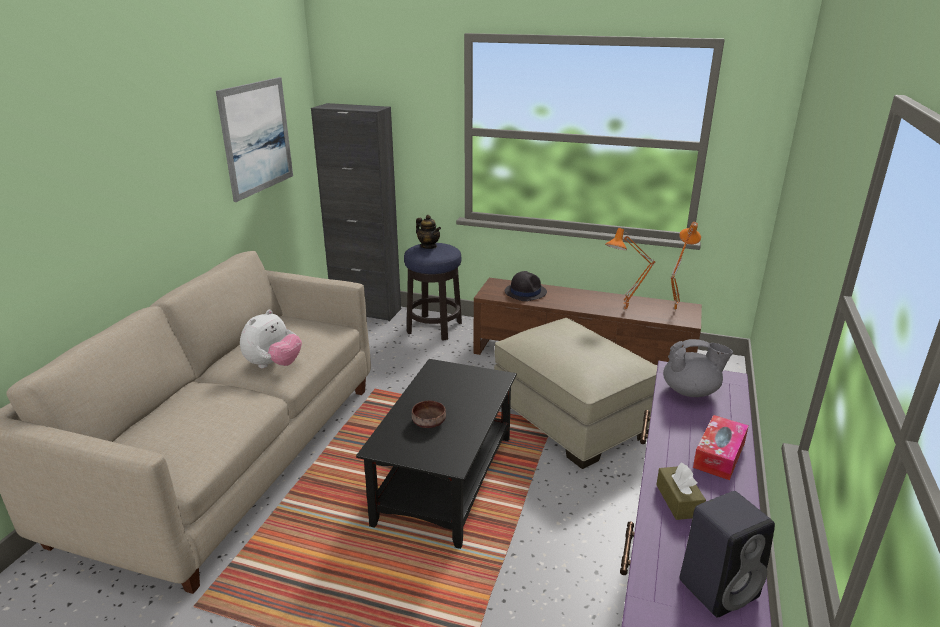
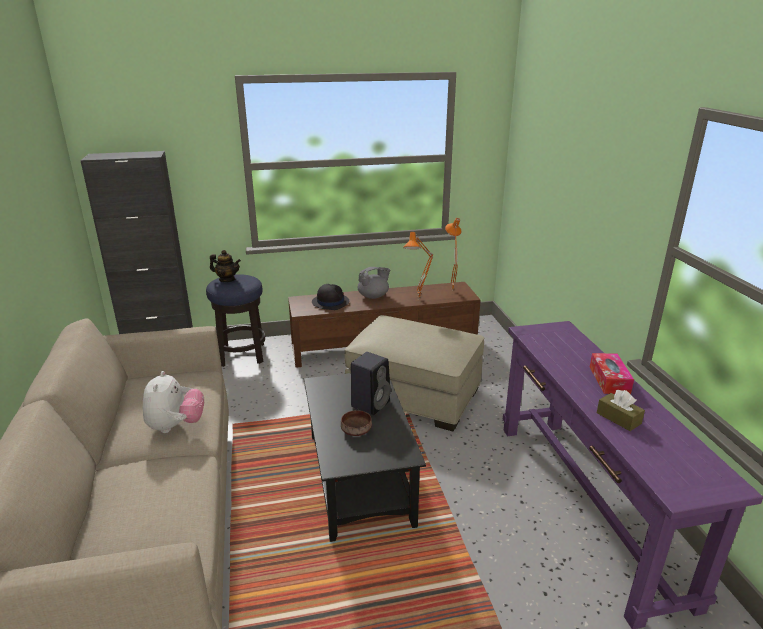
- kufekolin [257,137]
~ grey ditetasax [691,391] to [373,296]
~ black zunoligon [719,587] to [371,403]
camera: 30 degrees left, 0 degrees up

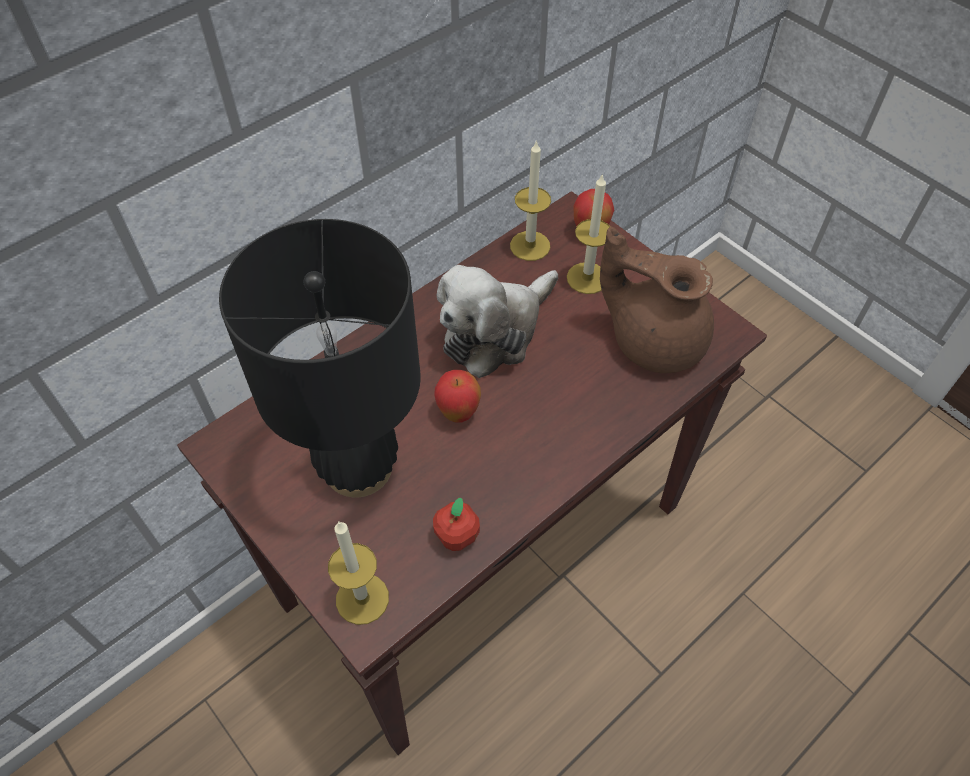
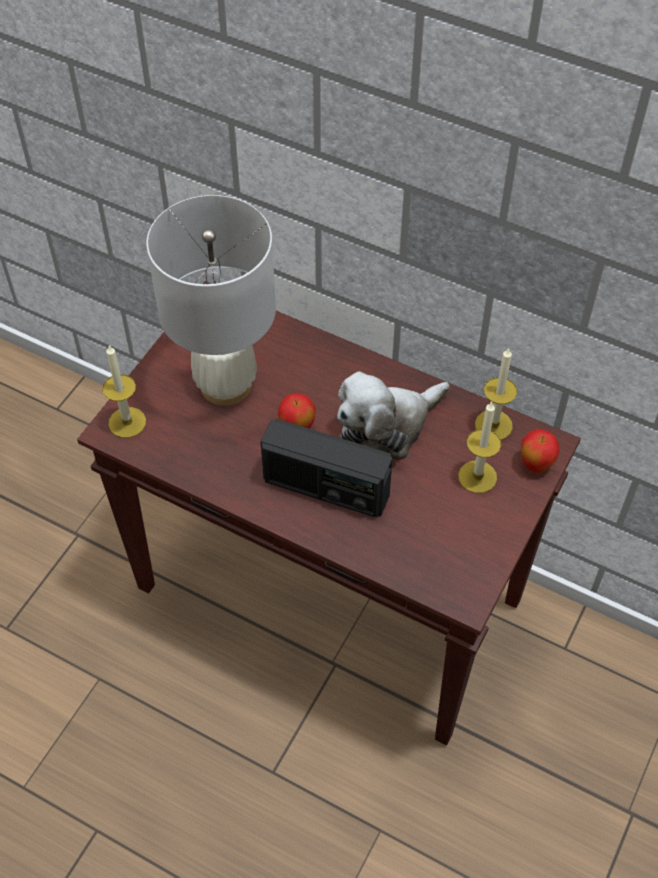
~ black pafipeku [357,467] to white pafipeku [226,384]
- brown ditetasax [654,339]
~ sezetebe [495,331] = [387,428] 60 degrees counterclockwise
- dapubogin [457,536]
+ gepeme [326,488]
camera: 70 degrees right, 0 degrees up

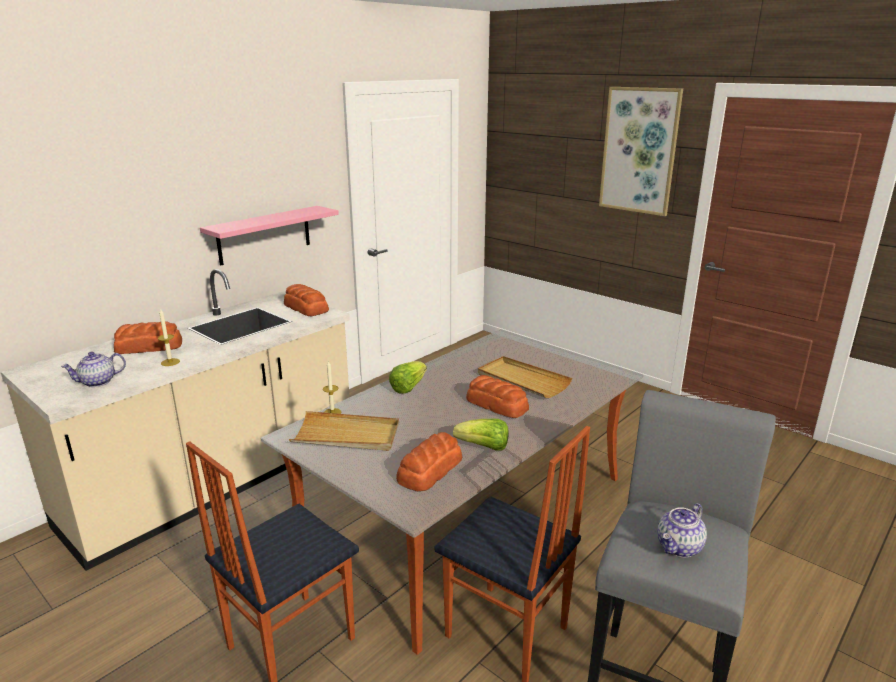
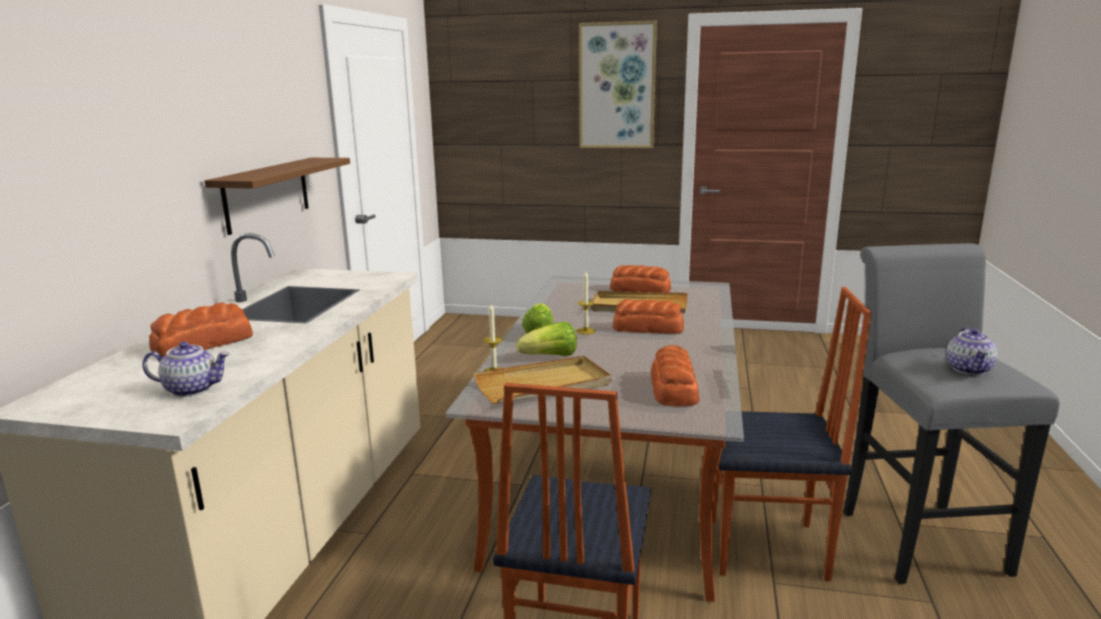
~ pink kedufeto [264,235] to brown kedufeto [267,194]
~ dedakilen [306,307] to [639,289]
~ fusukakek [170,362] to [585,331]
~ ditetasax [97,382] = [192,389] 120 degrees counterclockwise
~ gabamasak [484,447] to [550,357]
camera: 30 degrees left, 5 degrees down

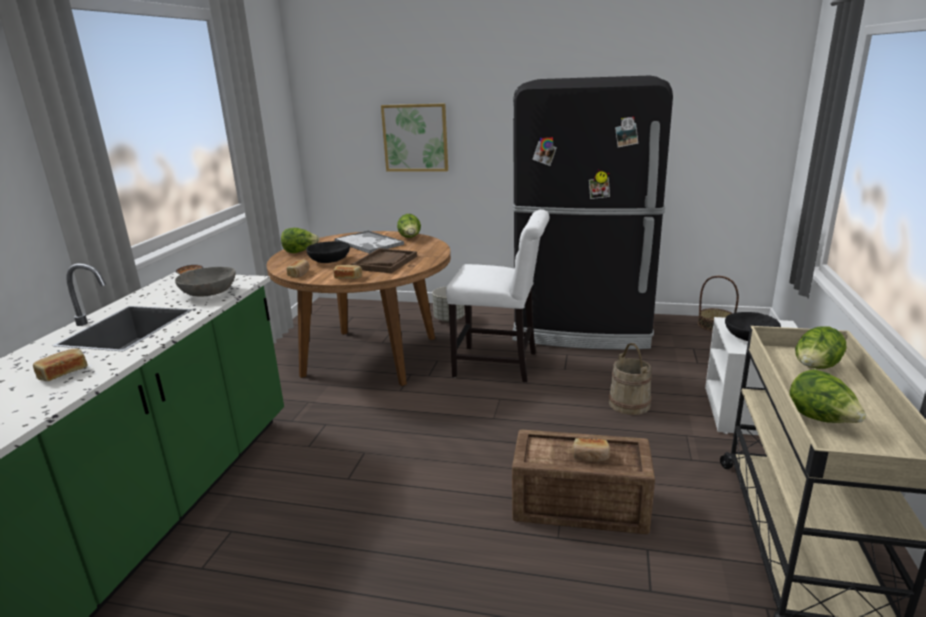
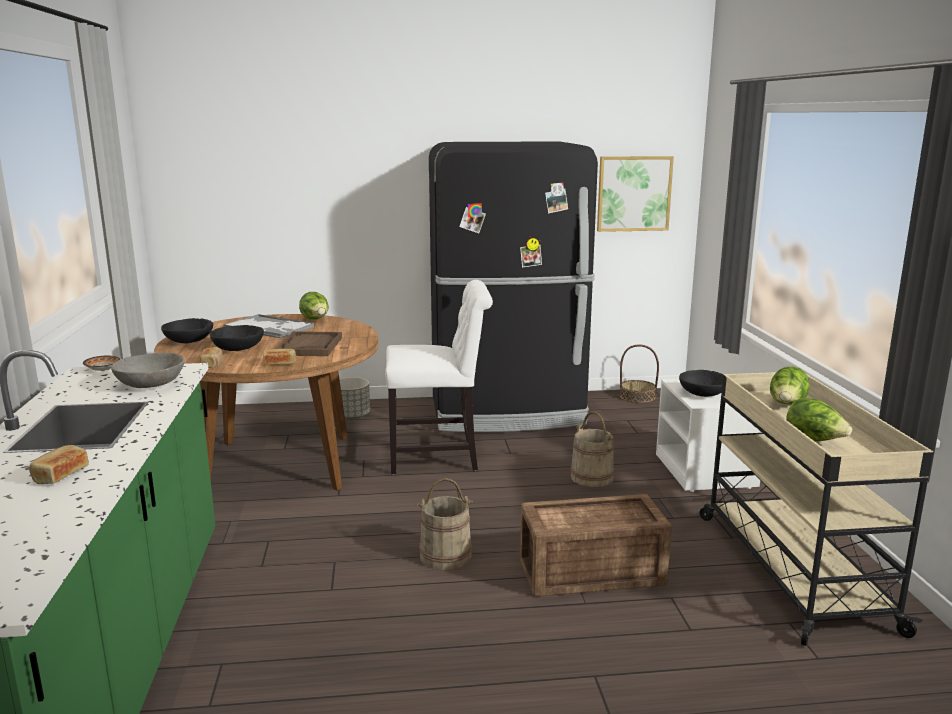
~ kufekolin [415,138] to [634,193]
~ gabamasak [300,252] to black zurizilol [188,341]
- dedakilen [590,456]
+ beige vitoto [445,555]
camera: 20 degrees left, 5 degrees down

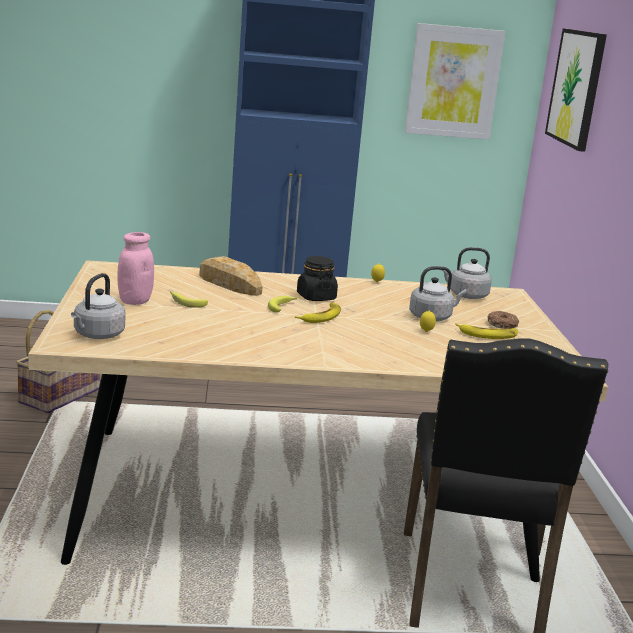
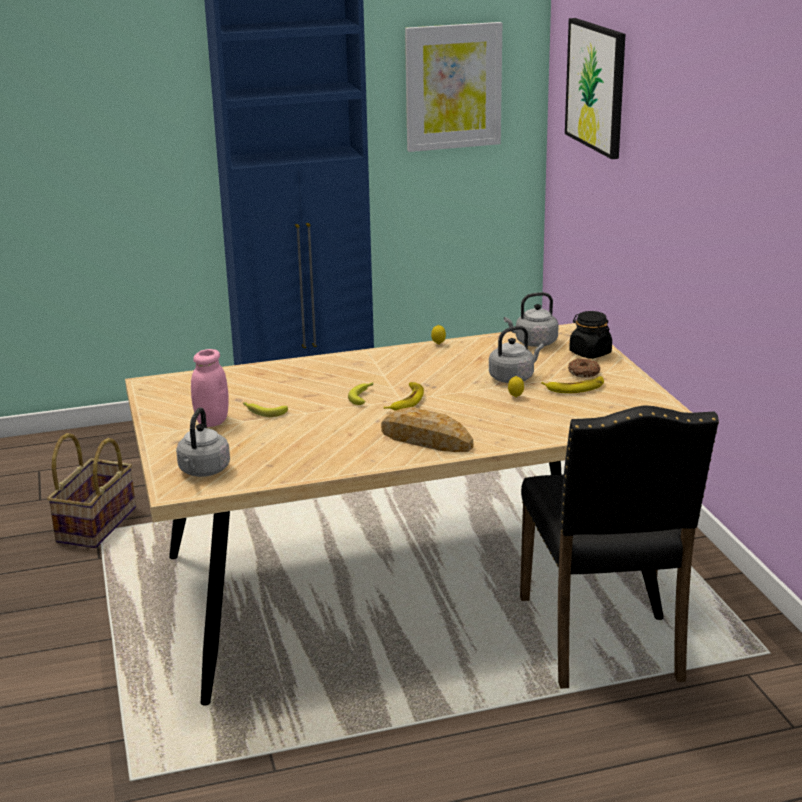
~ dedakilen [229,284] to [426,439]
~ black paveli [316,297] to [590,353]
camera: 10 degrees left, 5 degrees up

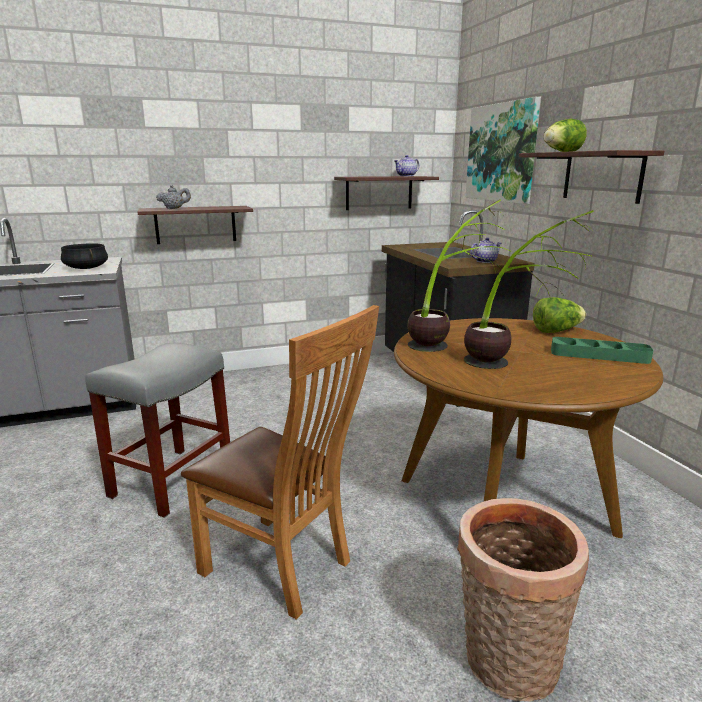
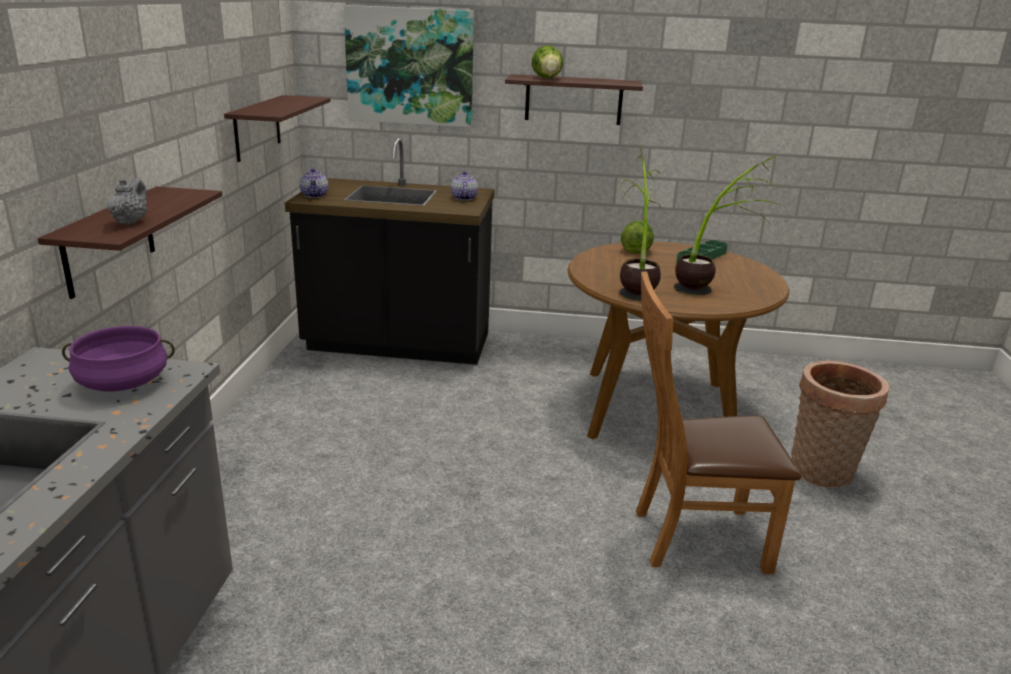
~ ditetasax [406,176] to [315,195]
~ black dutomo [87,268] to purple dutomo [123,382]
~ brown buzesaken [284,568] = [691,538] 150 degrees counterclockwise
- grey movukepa [172,480]
camera: 65 degrees left, 5 degrees up

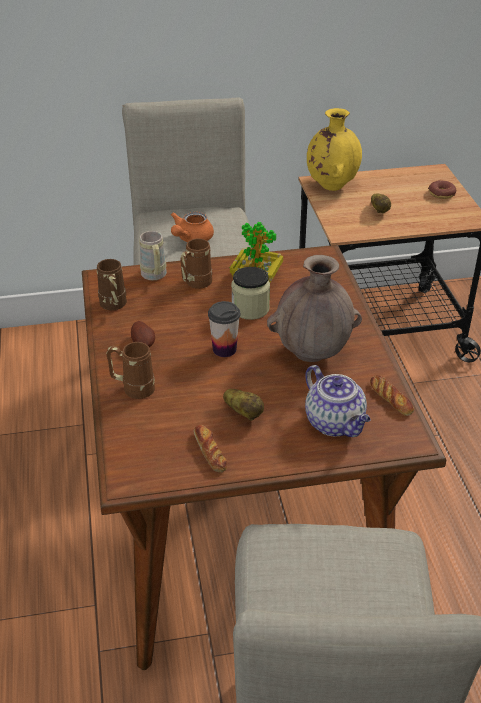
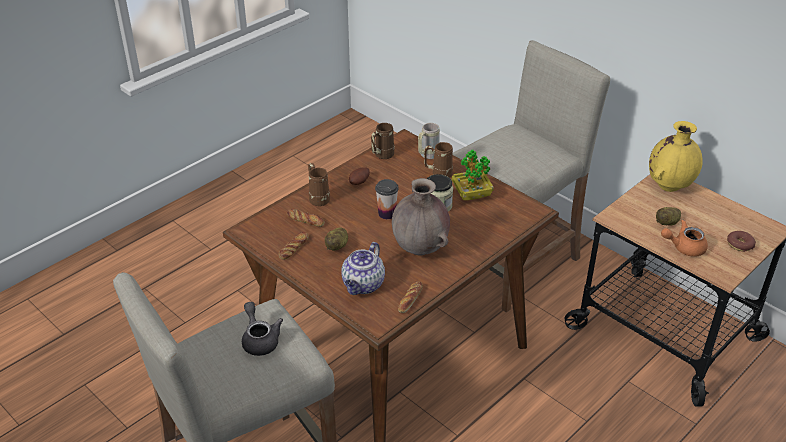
~ orange ditetasax [191,239] to [684,247]
+ dedakilen [305,220]
+ grey ditetasax [260,339]
camera: 55 degrees right, 0 degrees up

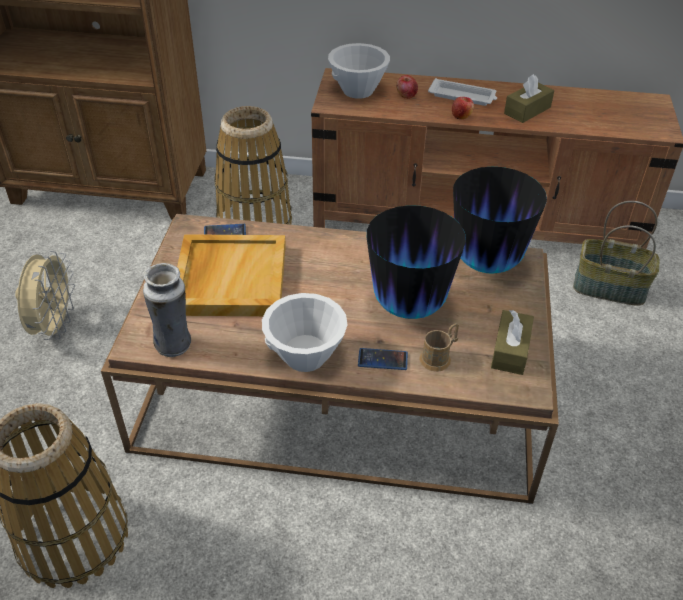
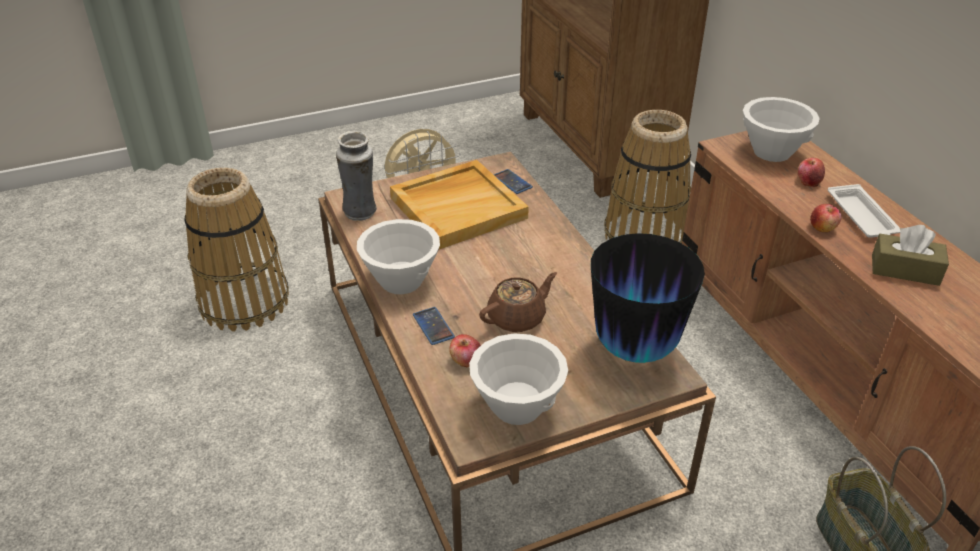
~ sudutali [409,306] to brown ditetasax [517,318]
~ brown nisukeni [510,350] to white zurizilol [517,407]
~ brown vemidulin [439,357] to dapubogin [465,360]
camera: 60 degrees right, 5 degrees down

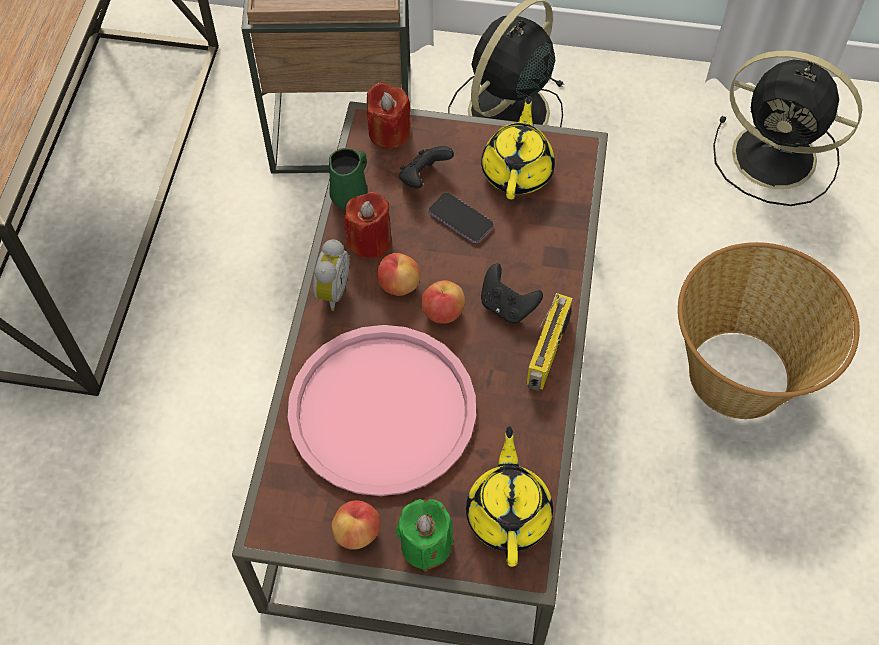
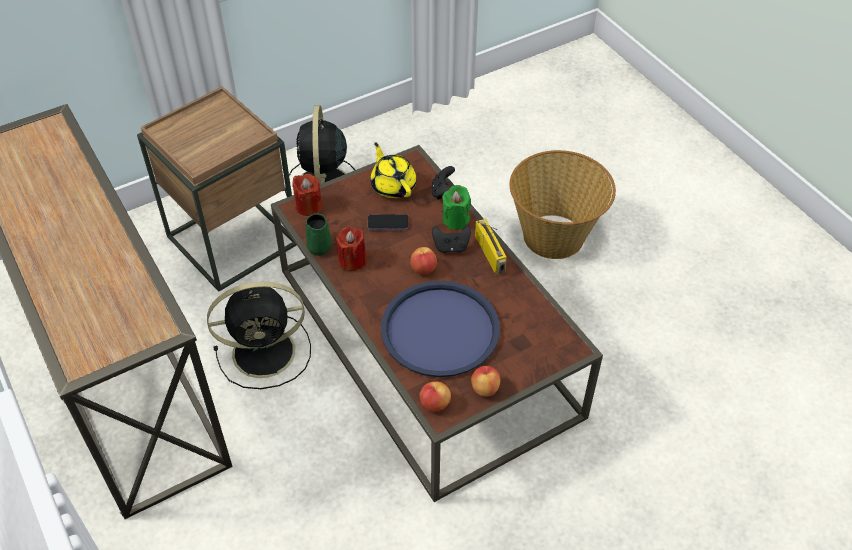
~ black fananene [778,157] to [267,351]
~ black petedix [423,178] to [443,191]
- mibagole [330,291]
~ dapubogin [398,285] to [434,404]
~ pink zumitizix [382,410] to blue zumitizix [440,329]
- yellow ditetasax [509,513]
~ green fusukakek [426,545] to [456,220]
camera: 40 degrees left, 10 degrees down

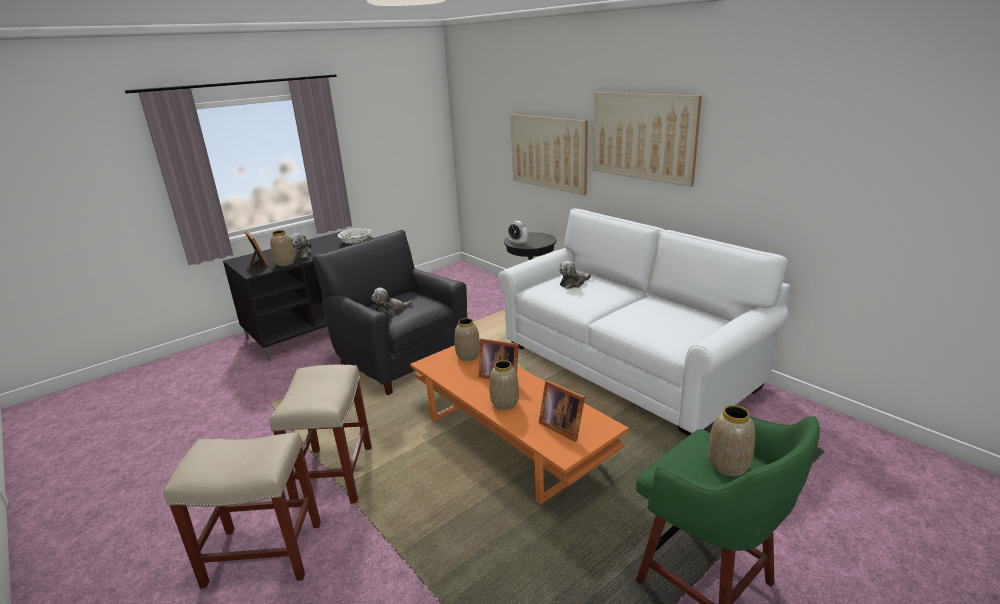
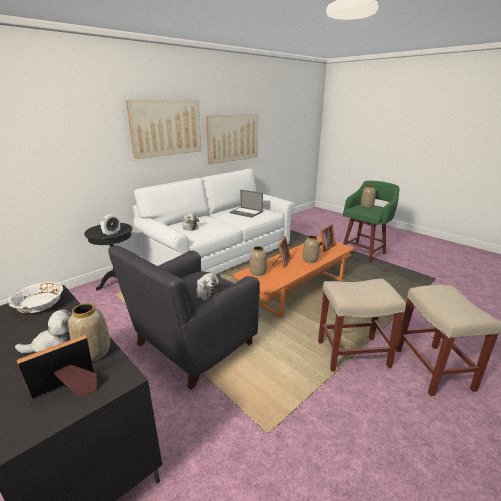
~ kufekolin [548,152] to [233,138]
+ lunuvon [246,212]
camera: 95 degrees left, 0 degrees up

